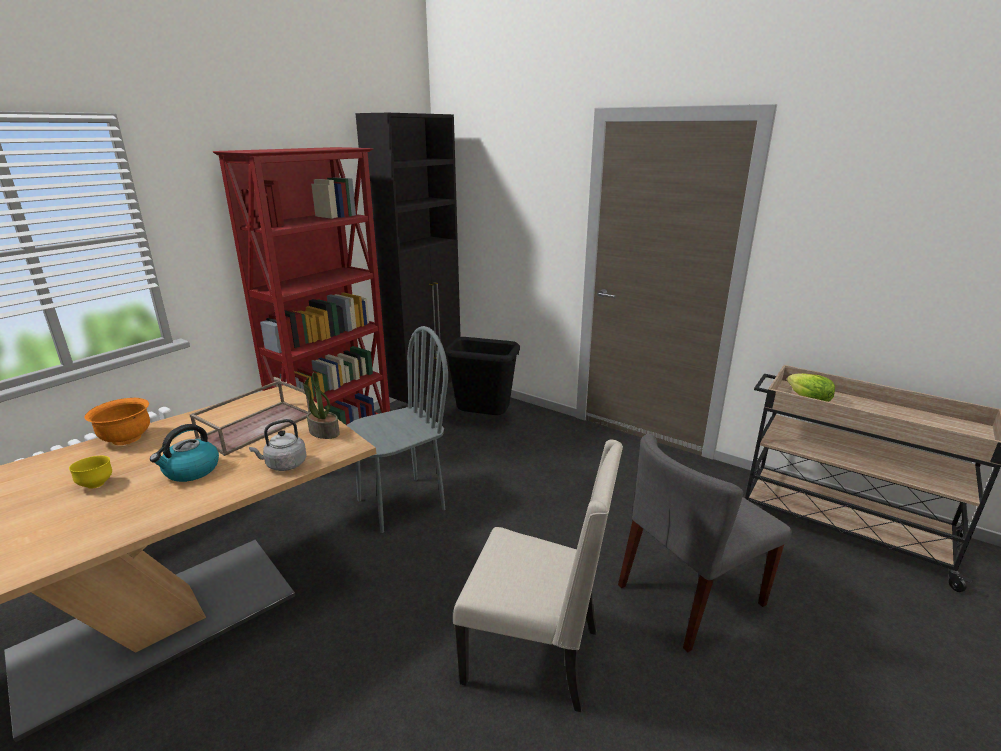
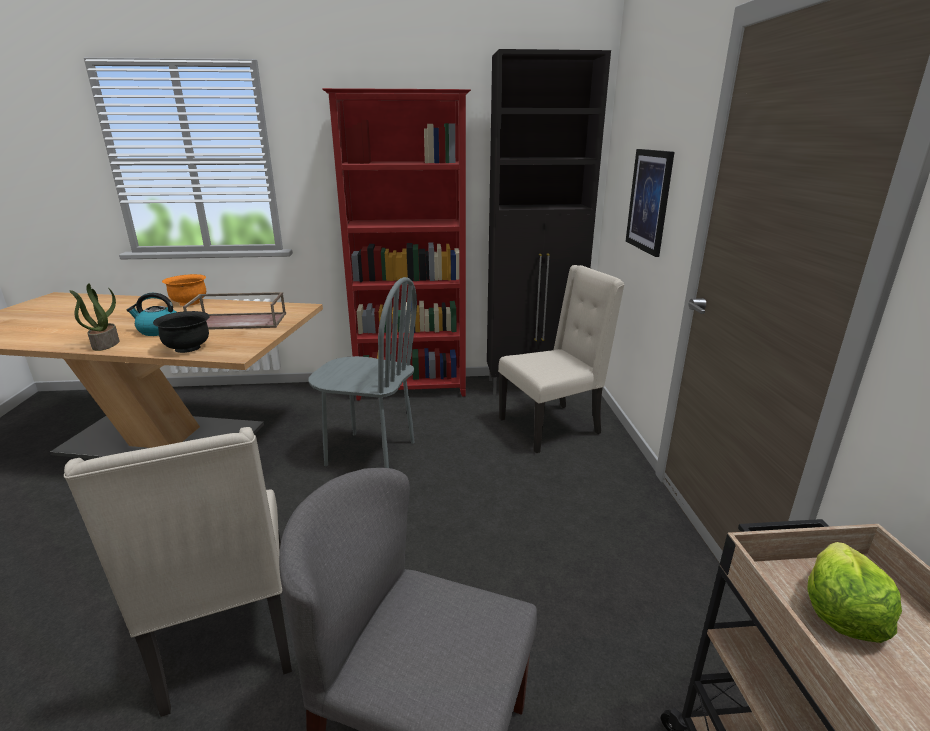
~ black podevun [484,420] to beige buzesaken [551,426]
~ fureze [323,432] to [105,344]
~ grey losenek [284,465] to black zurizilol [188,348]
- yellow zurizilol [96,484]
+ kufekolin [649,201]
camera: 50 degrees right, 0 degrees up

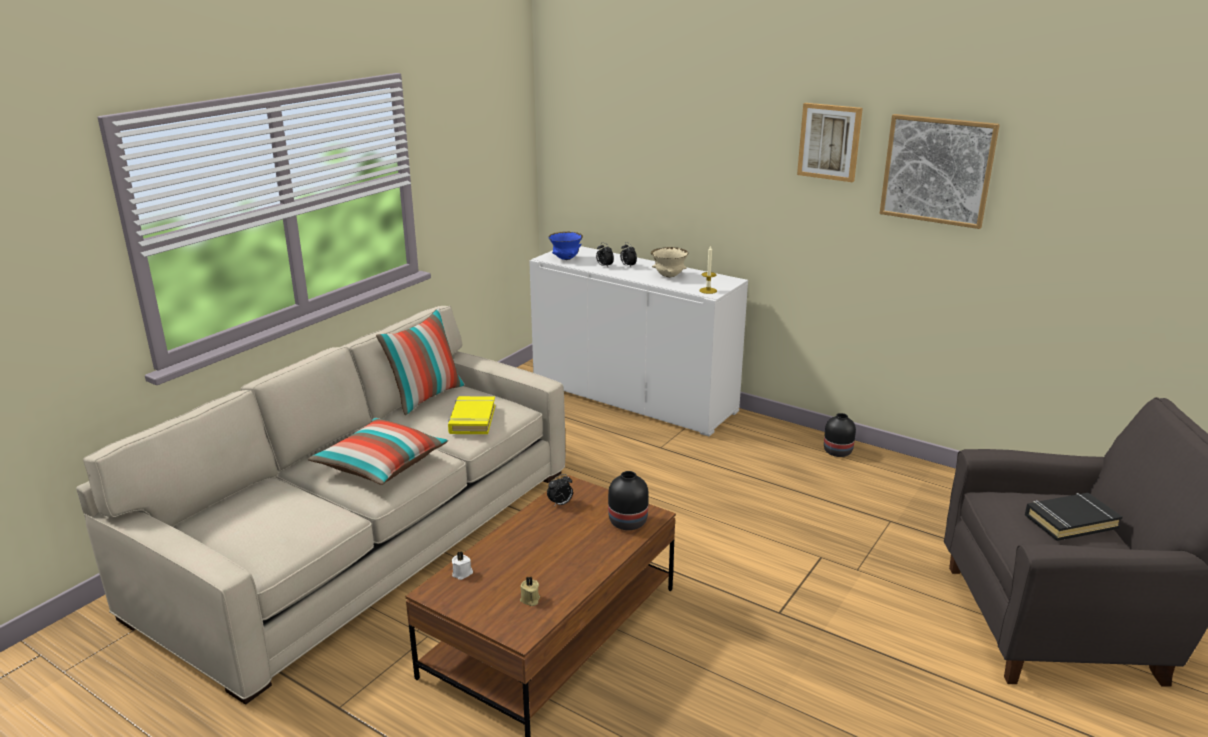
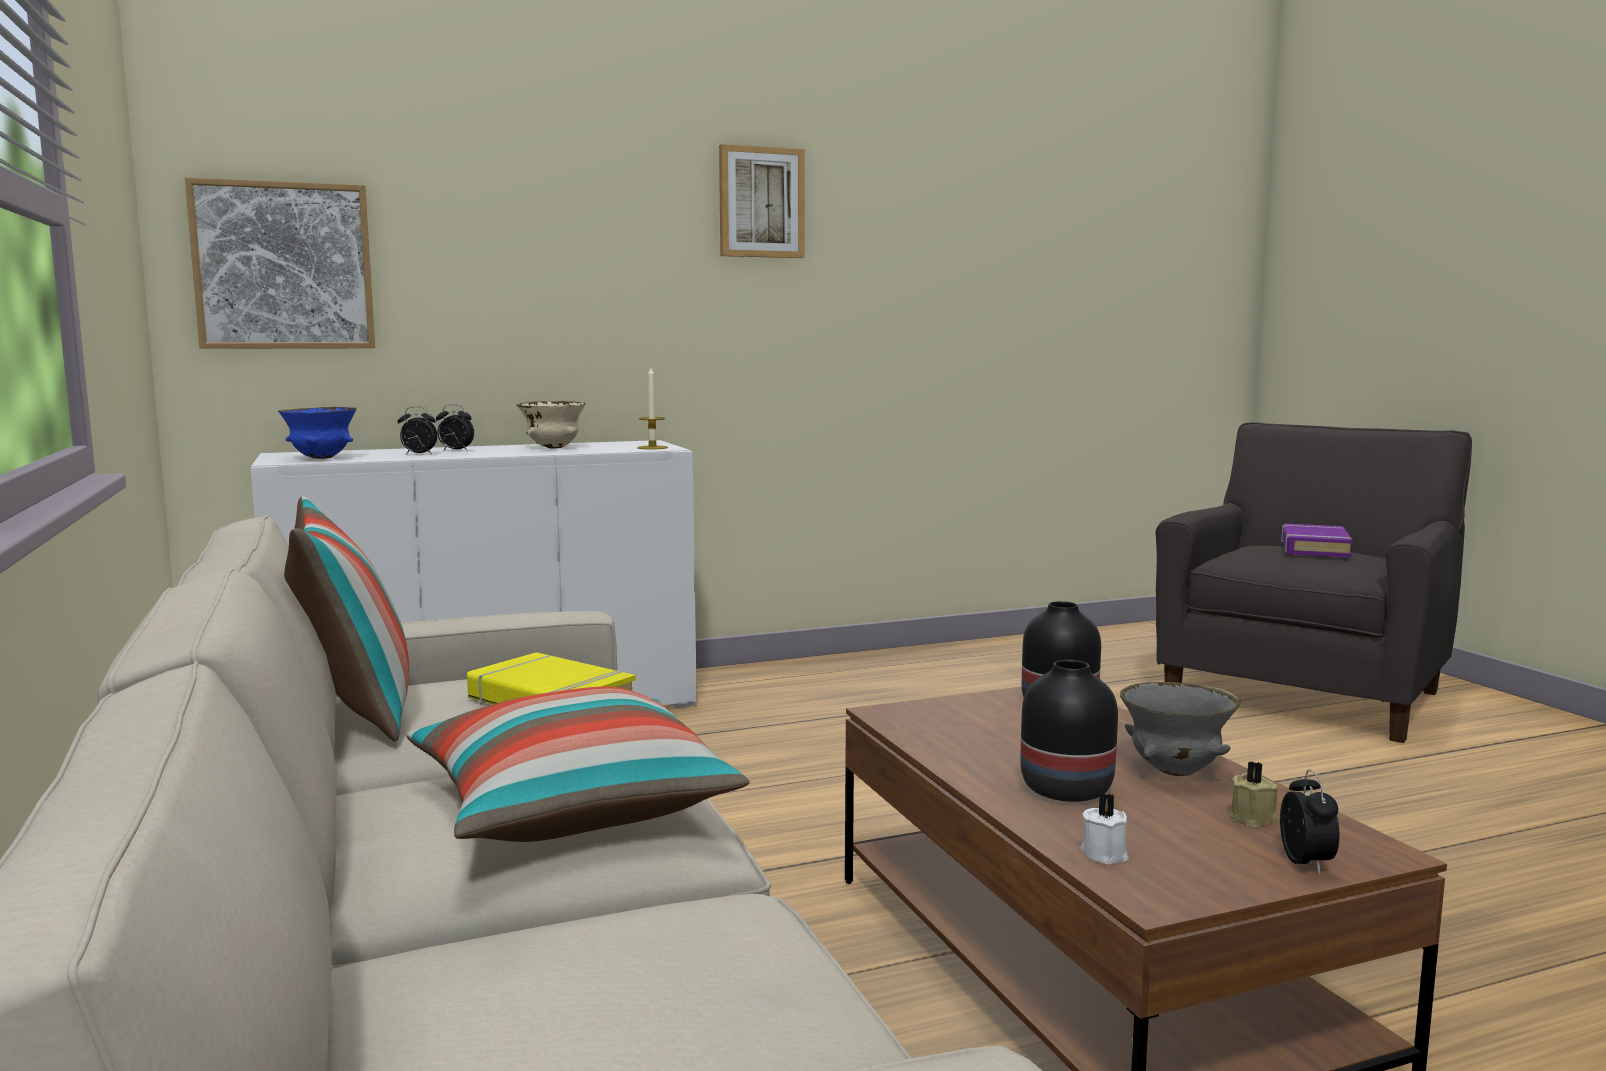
~ kufekolin [937,170] to [284,266]
~ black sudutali [836,452] to [1065,790]
~ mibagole [560,504] to [1307,864]
~ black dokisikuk [1070,521] to purple dokisikuk [1314,548]
+ grey zurizilol [1176,772]
camera: 55 degrees left, 15 degrees down

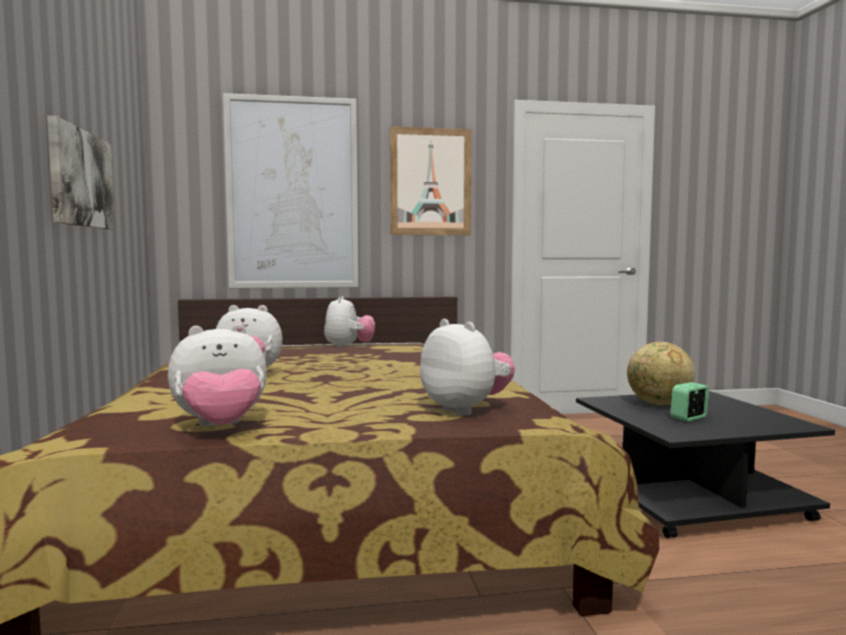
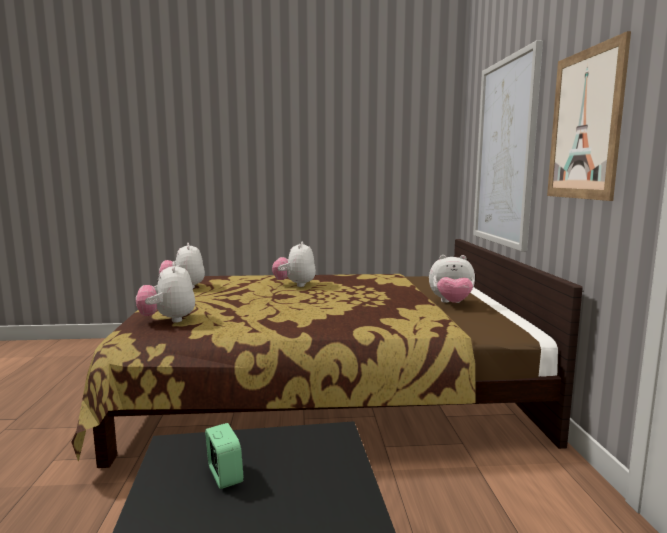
- kufekolin [81,179]
~ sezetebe [466,409] = [168,320] 105 degrees clockwise
- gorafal [659,404]
camera: 95 degrees right, 5 degrees up

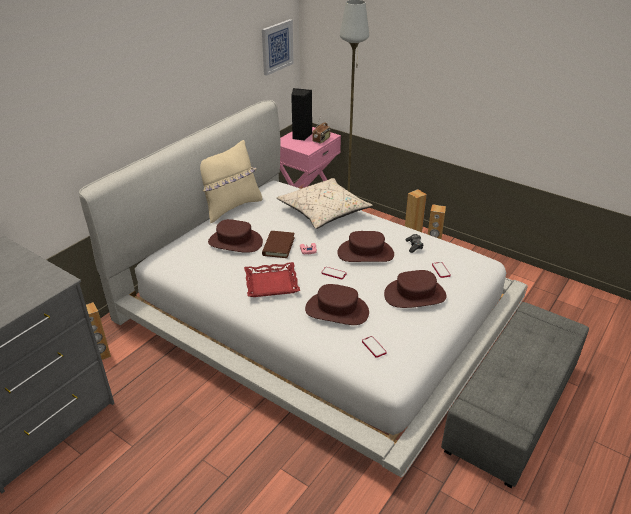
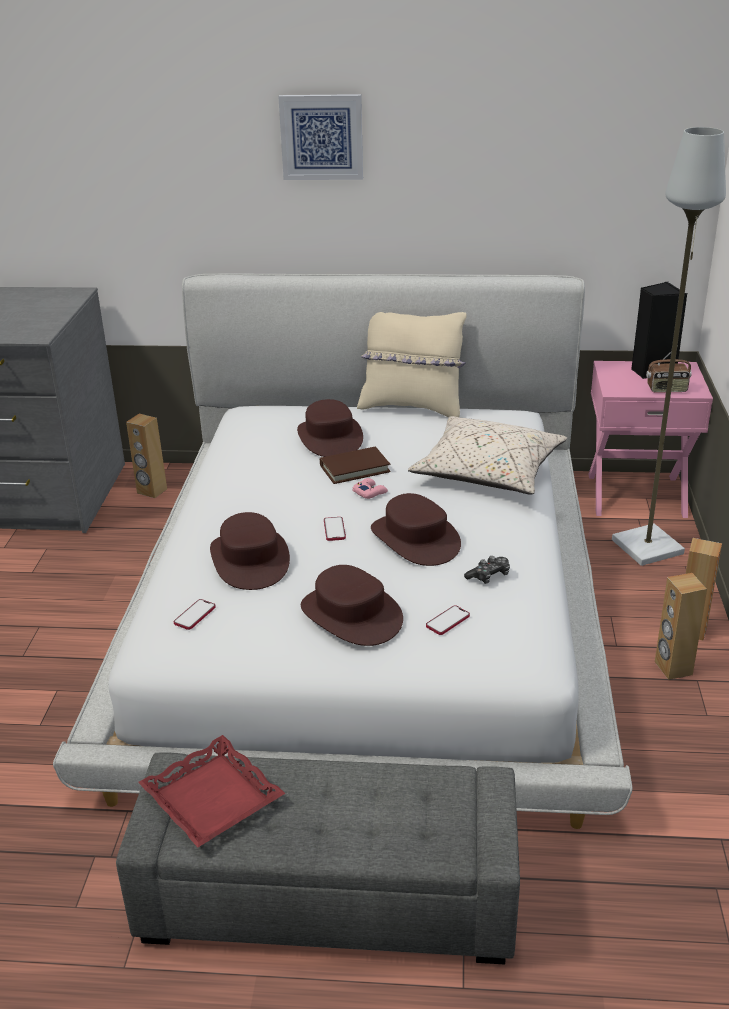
~ kufekolin [276,47] to [321,137]
~ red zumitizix [271,283] to [213,798]
camera: 60 degrees right, 5 degrees down

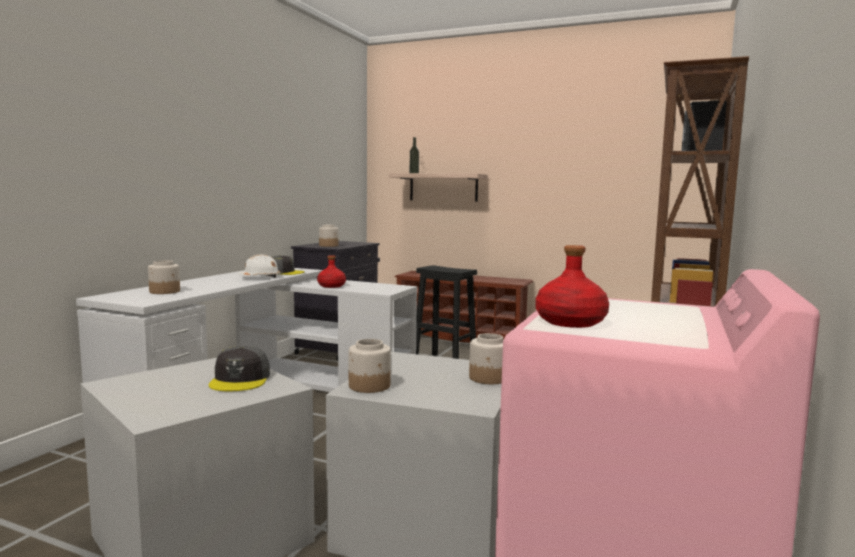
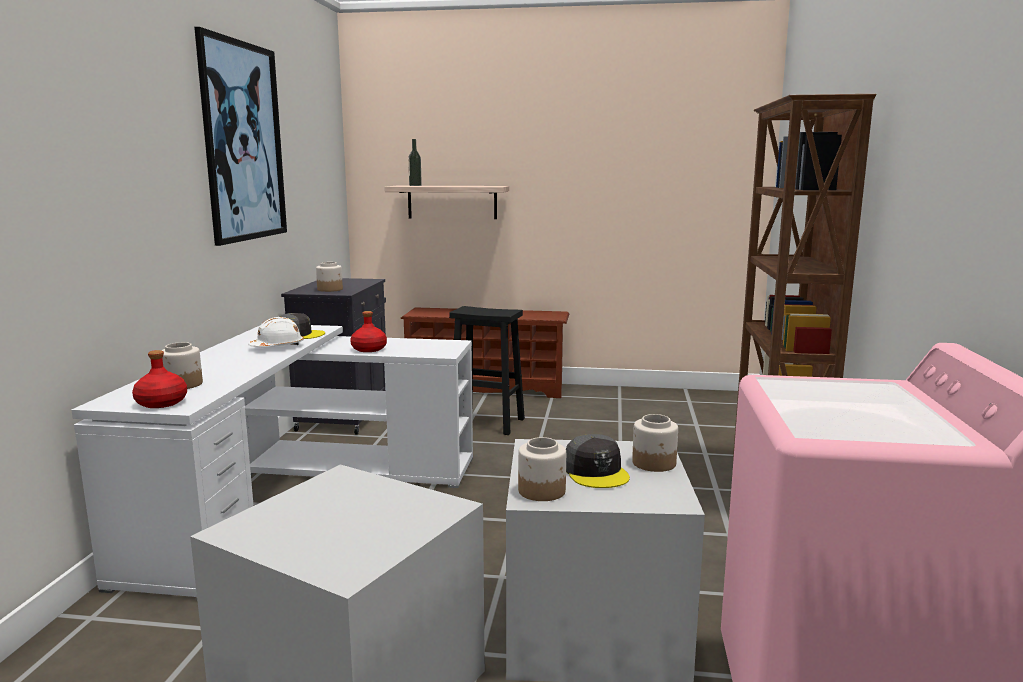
~ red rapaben [571,322] to [162,403]
~ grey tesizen [240,380] to [596,472]
+ kufekolin [243,142]
camera: 15 degrees left, 5 degrees up

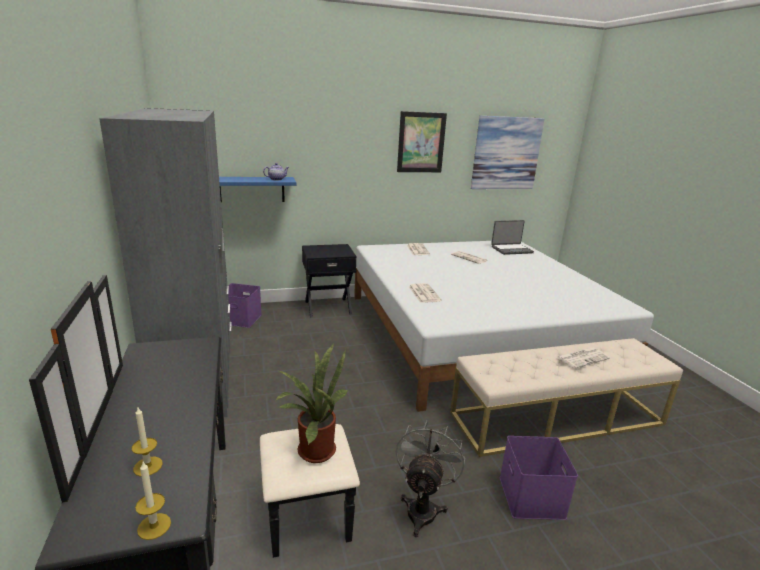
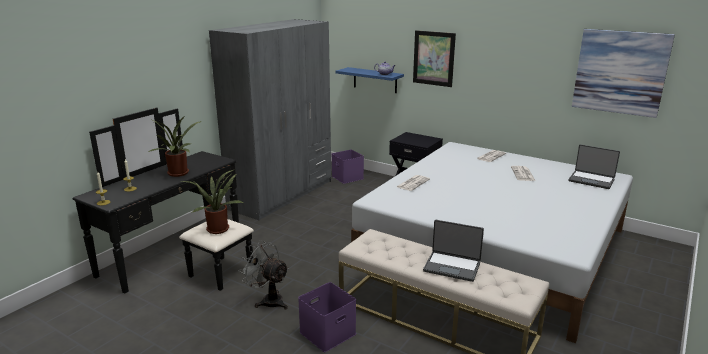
~ kufekolin [421,142] to [433,58]
~ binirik [582,358] to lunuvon [452,266]
~ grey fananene [423,507] = [268,300] 120 degrees counterclockwise
+ fureze [178,174]
camera: 50 degrees right, 0 degrees up

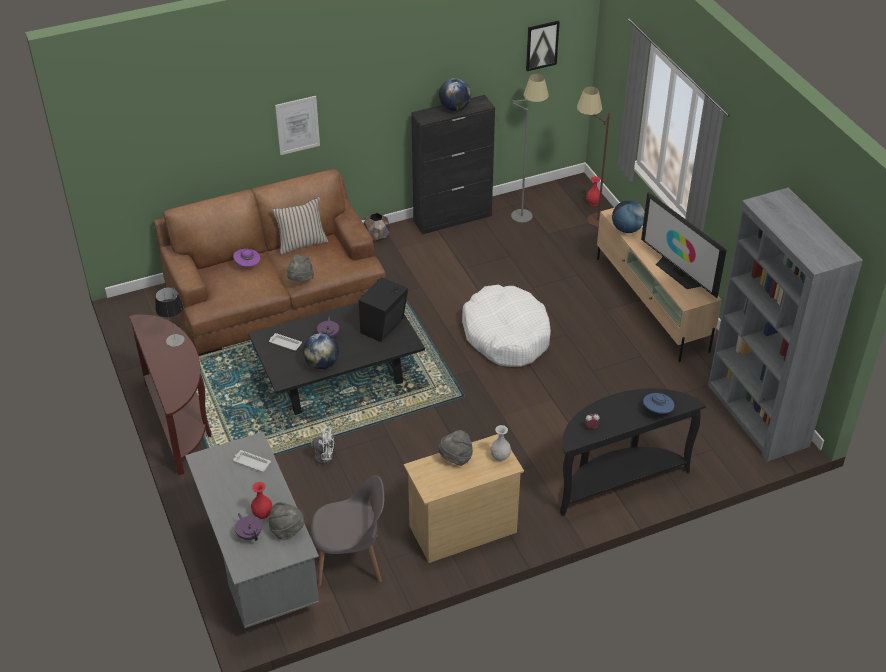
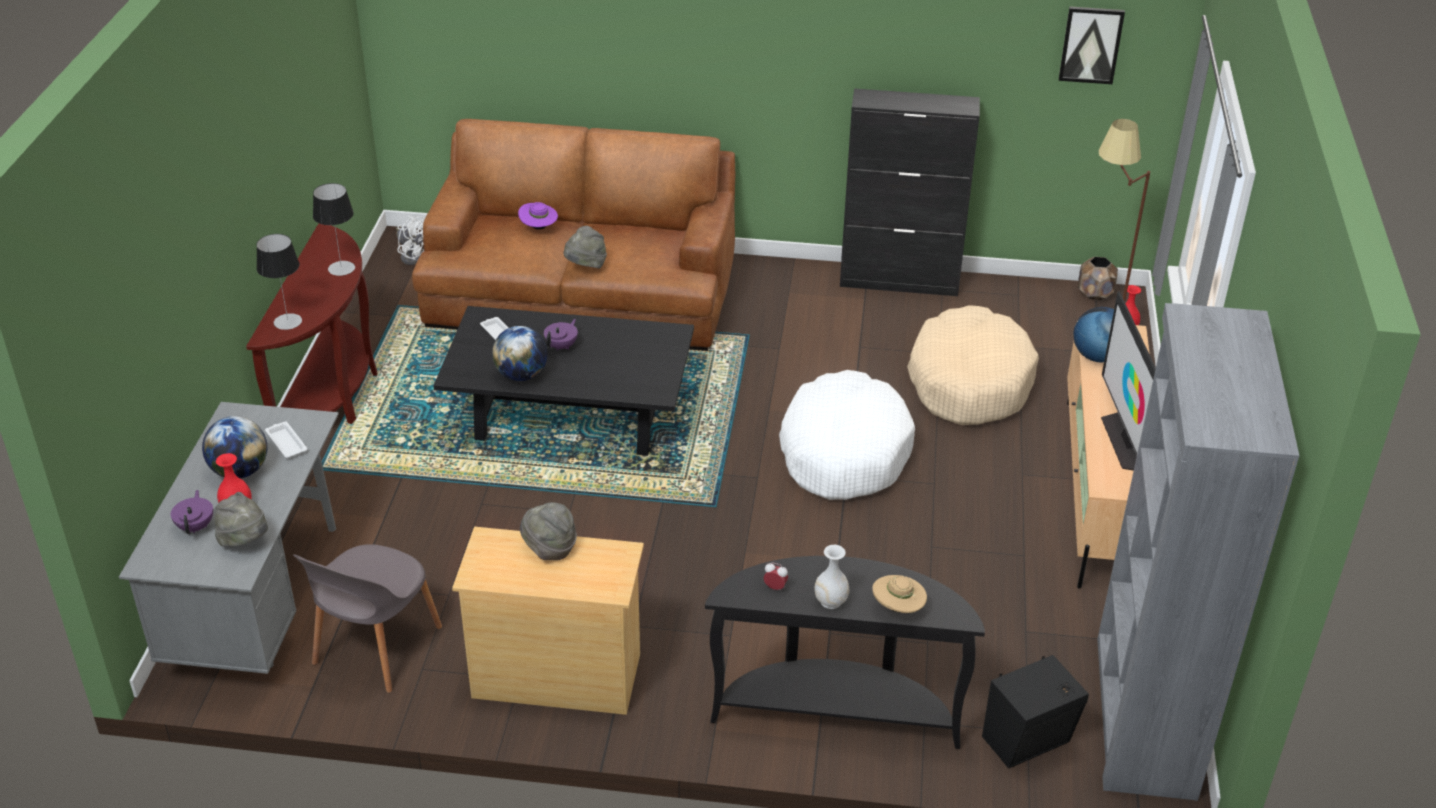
- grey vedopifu [525,210]
~ gorafal [454,108] to [240,471]
- kufekolin [297,125]
- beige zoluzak [301,243]
~ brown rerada [377,236] to [1095,294]
~ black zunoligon [384,326] to [1029,742]
~ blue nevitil [657,411] to beige nevitil [898,608]
~ white sudutali [500,456] to [831,601]
~ white fananene [321,455] to [412,255]
~ grey buzesaken [350,561] = [375,648] 90 degrees clockwise
+ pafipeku [288,321]
+ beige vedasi [969,382]
camera: 30 degrees right, 5 degrees down

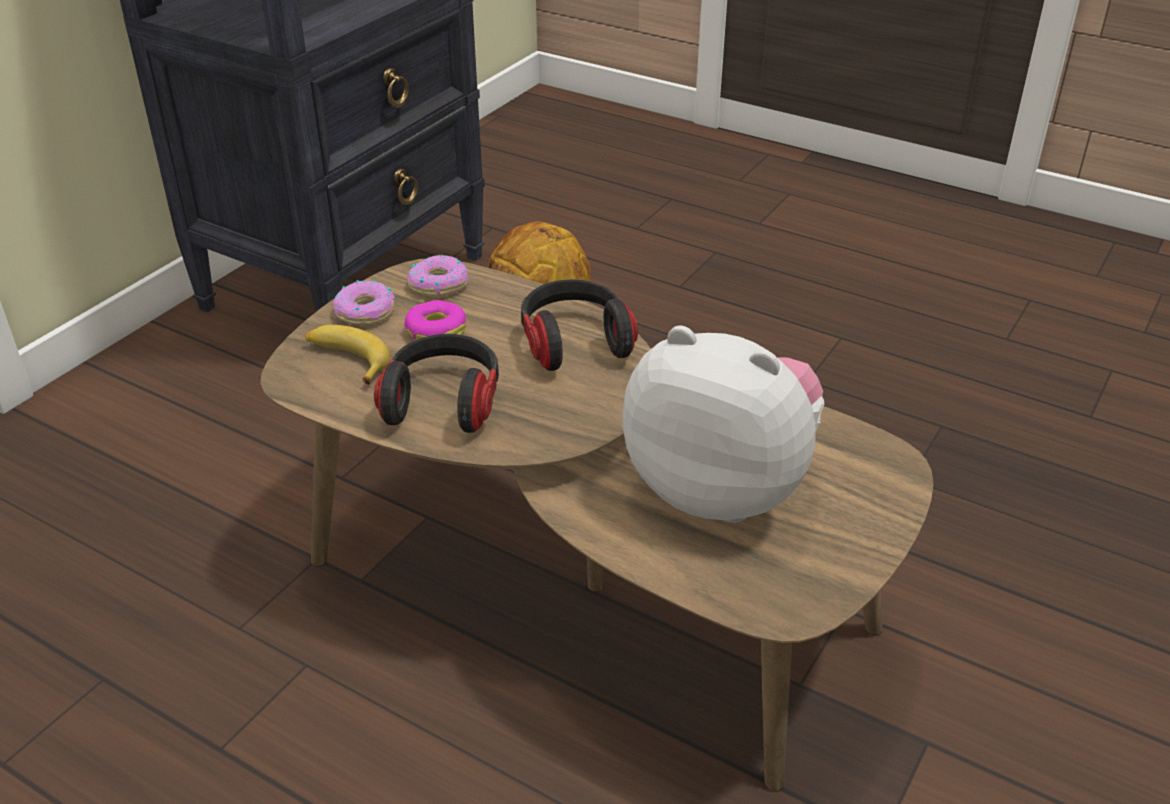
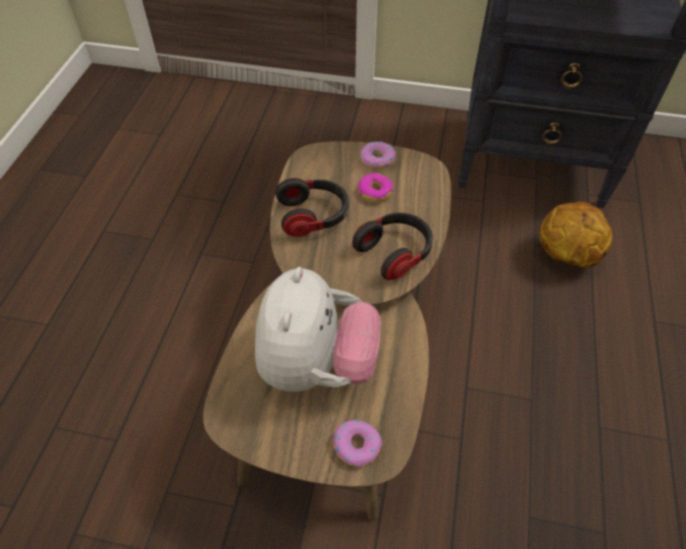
~ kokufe [438,284] to [357,445]
- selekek [347,360]
camera: 70 degrees right, 15 degrees up

